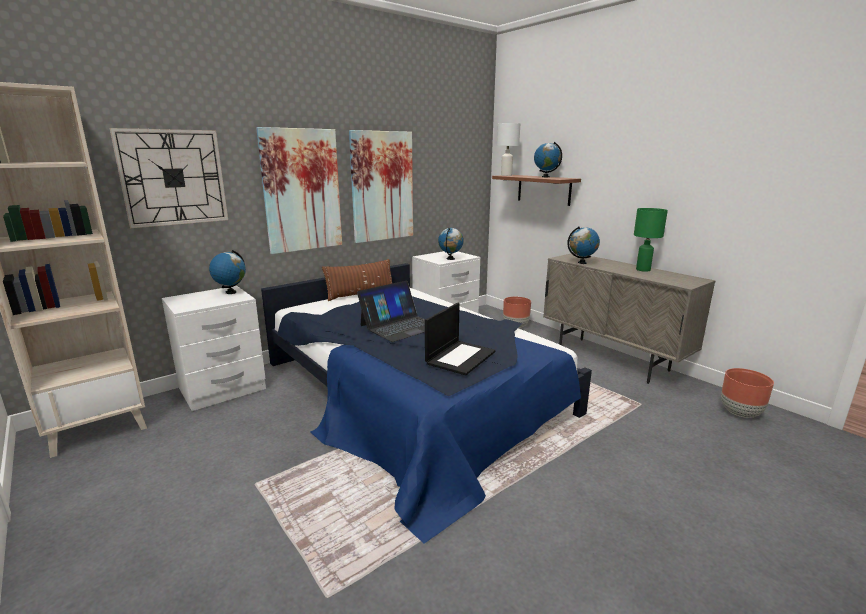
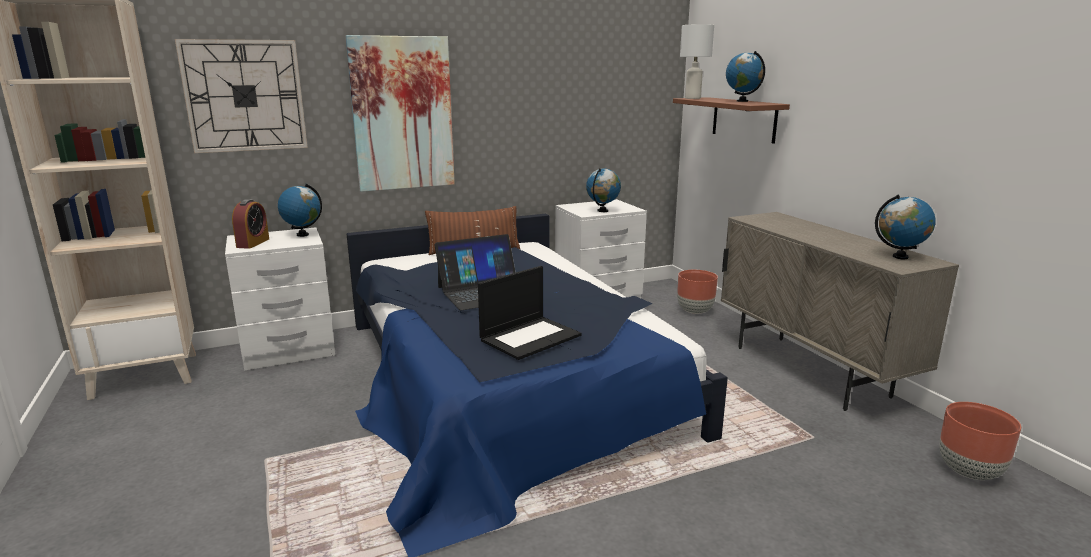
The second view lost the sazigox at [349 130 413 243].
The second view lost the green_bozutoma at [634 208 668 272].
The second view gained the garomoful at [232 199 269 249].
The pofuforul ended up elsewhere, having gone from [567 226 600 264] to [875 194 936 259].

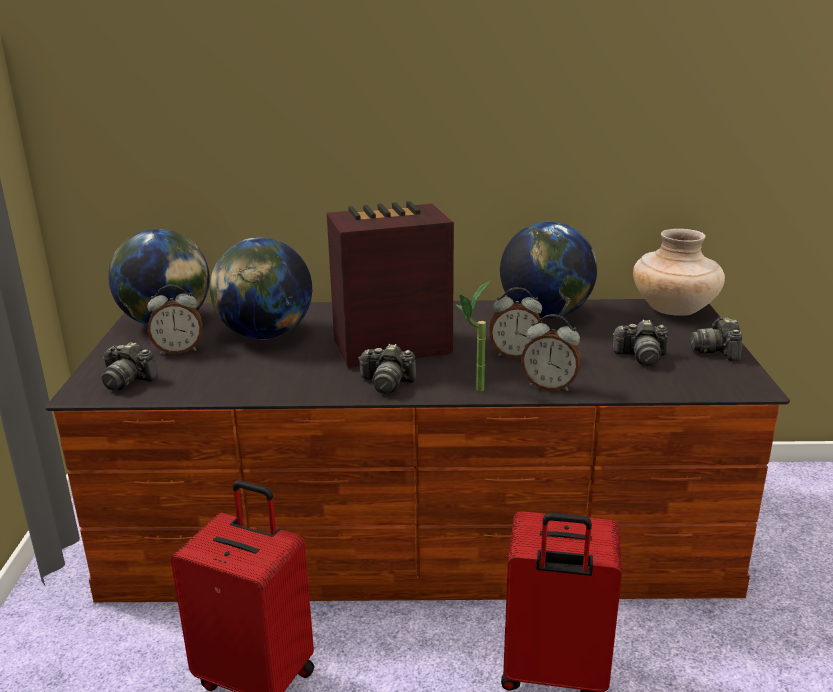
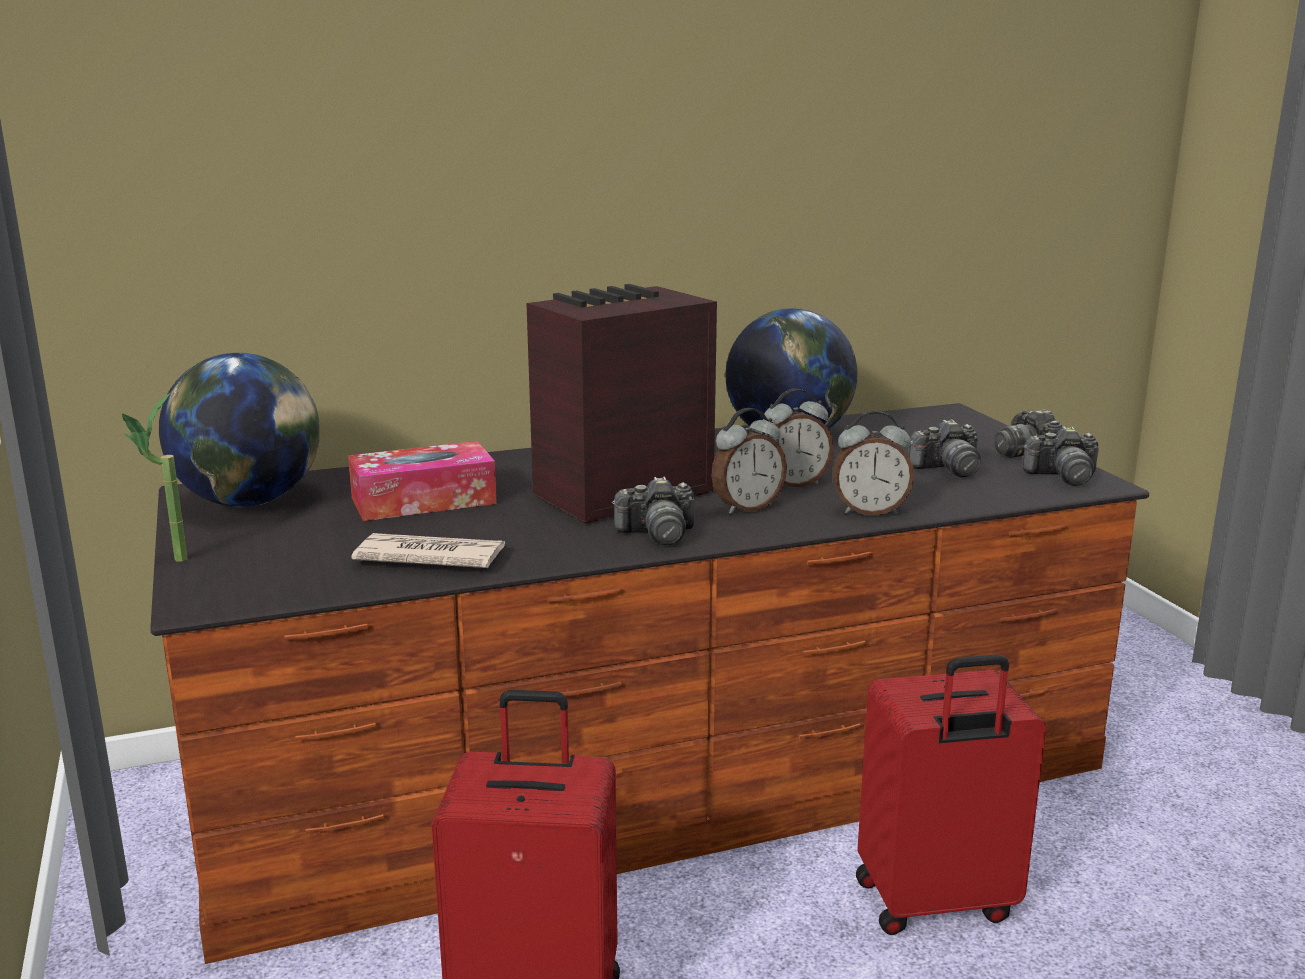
The second view lost the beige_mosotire at [633 229 725 316].
The second view gained the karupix at [352 533 505 568].
The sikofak ended up elsewhere, having gone from [102 342 158 390] to [1023 426 1099 486].
The garomoful ended up elsewhere, having gone from [147 285 202 354] to [711 408 787 514].
The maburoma ended up elsewhere, having gone from [456 281 490 391] to [122 392 187 561].
Where the pofuforul stood at [210 238 312 340], the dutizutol came to stand at [348 441 497 521].

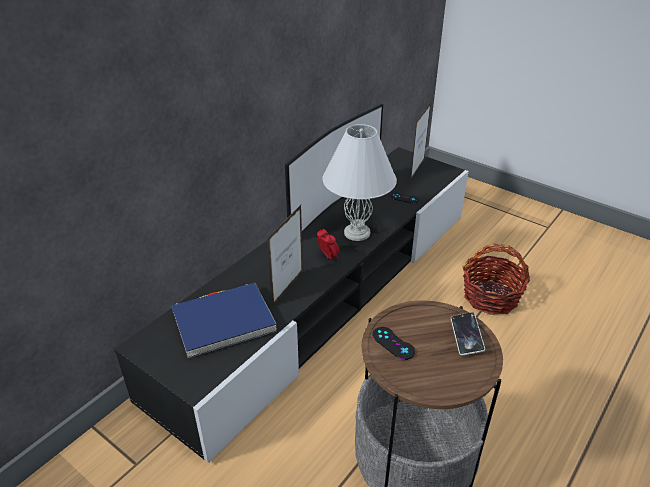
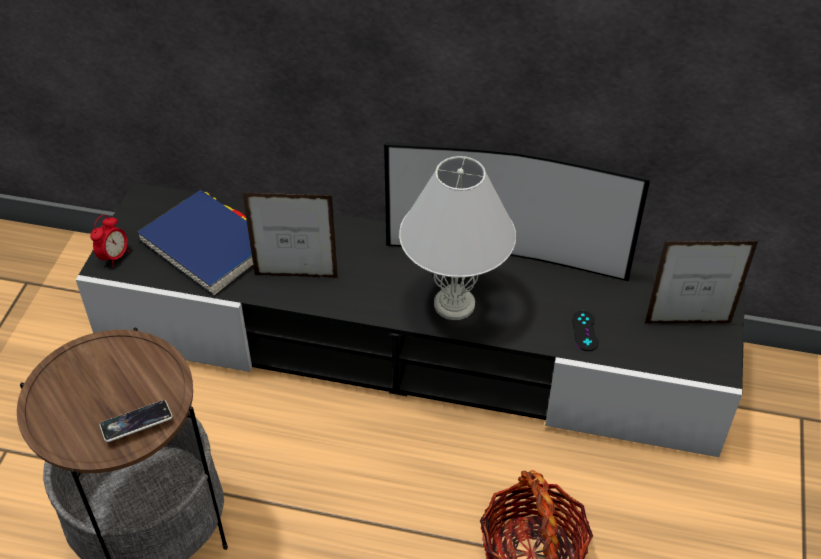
The second view lost the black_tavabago at [372 327 415 360].
The garomoful ended up elsewhere, having gone from [317 228 339 259] to [90 215 129 267].

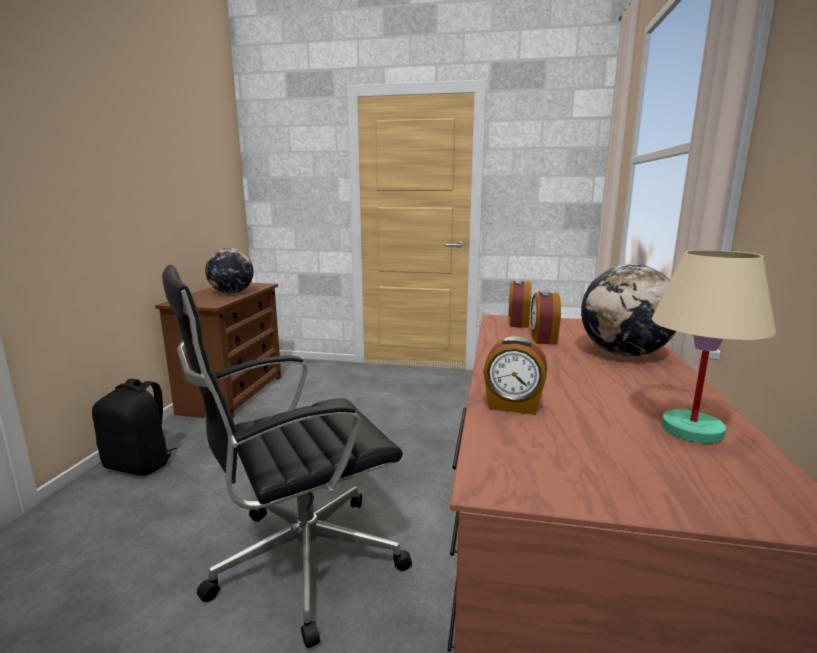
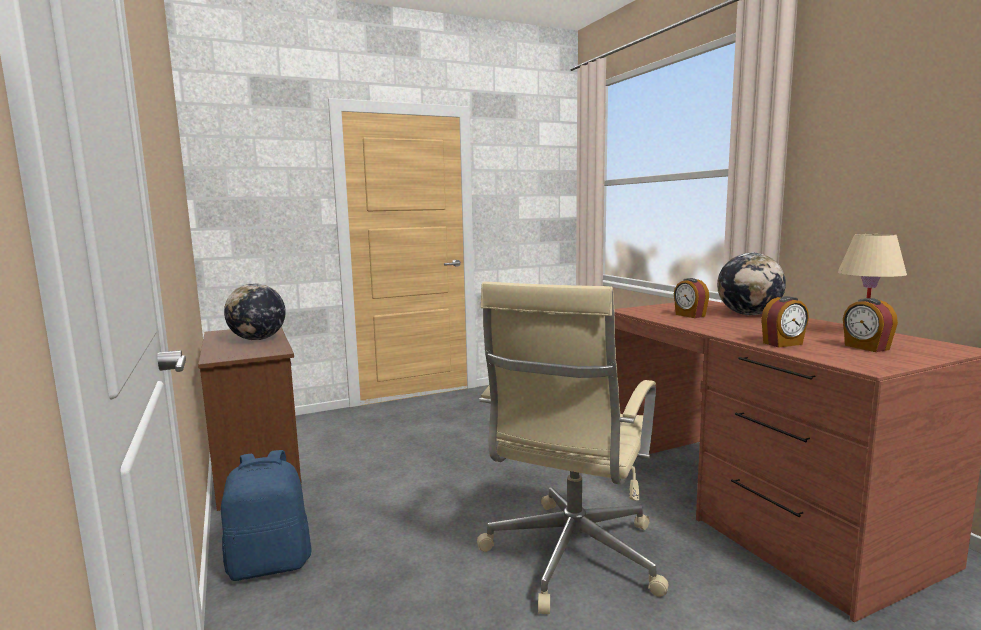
The garomoful ended up elsewhere, having gone from [509 279 531 328] to [843 298 898 352].
What was the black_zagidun at [92 379 177 476] turned into the blue_zagidun at [221 450 312 581].
What was the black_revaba at [162 265 412 648] turned into the beige_revaba at [477 282 668 614].

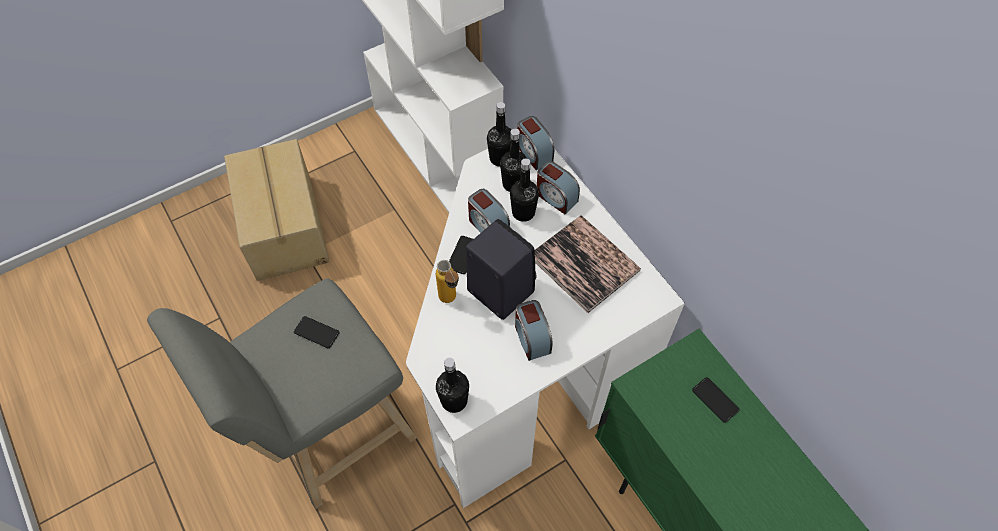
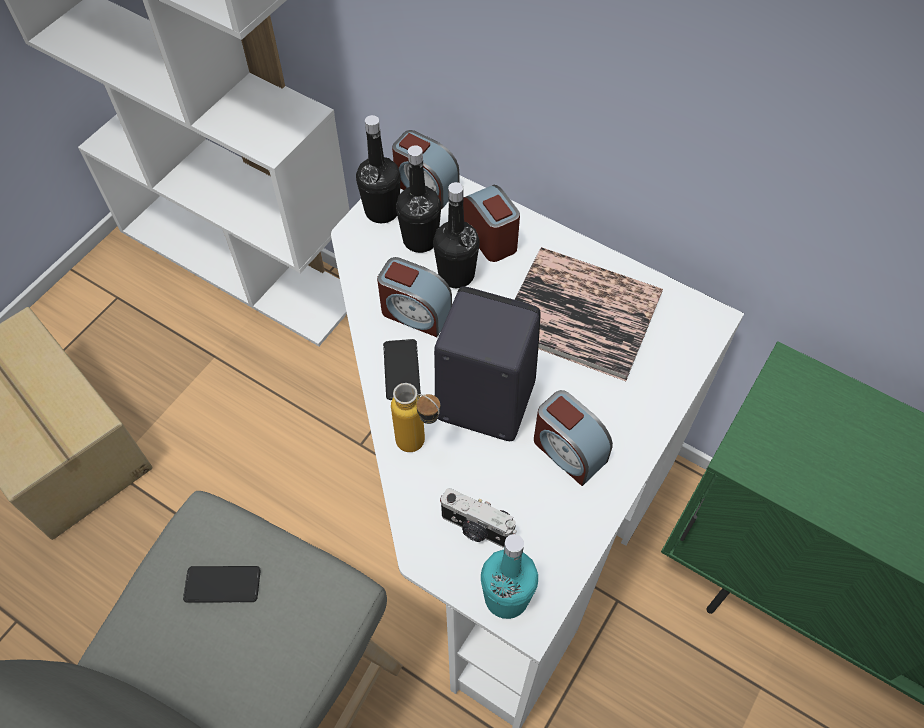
The second view lost the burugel at [692 377 740 423].
The second view gained the sikofak at [440 488 517 548].
What was the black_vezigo at [436 358 469 413] turned into the turquoise_vezigo at [481 534 538 619].
The garomoful at [537 161 580 214] ended up facing another way, 135 degrees counterclockwise from before.

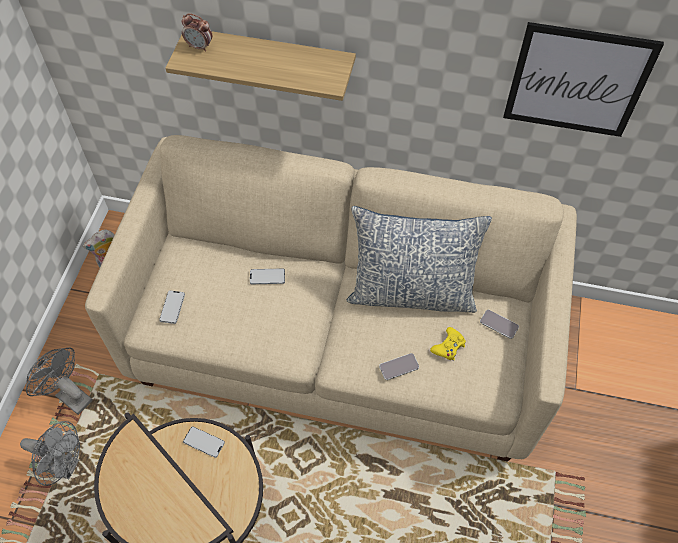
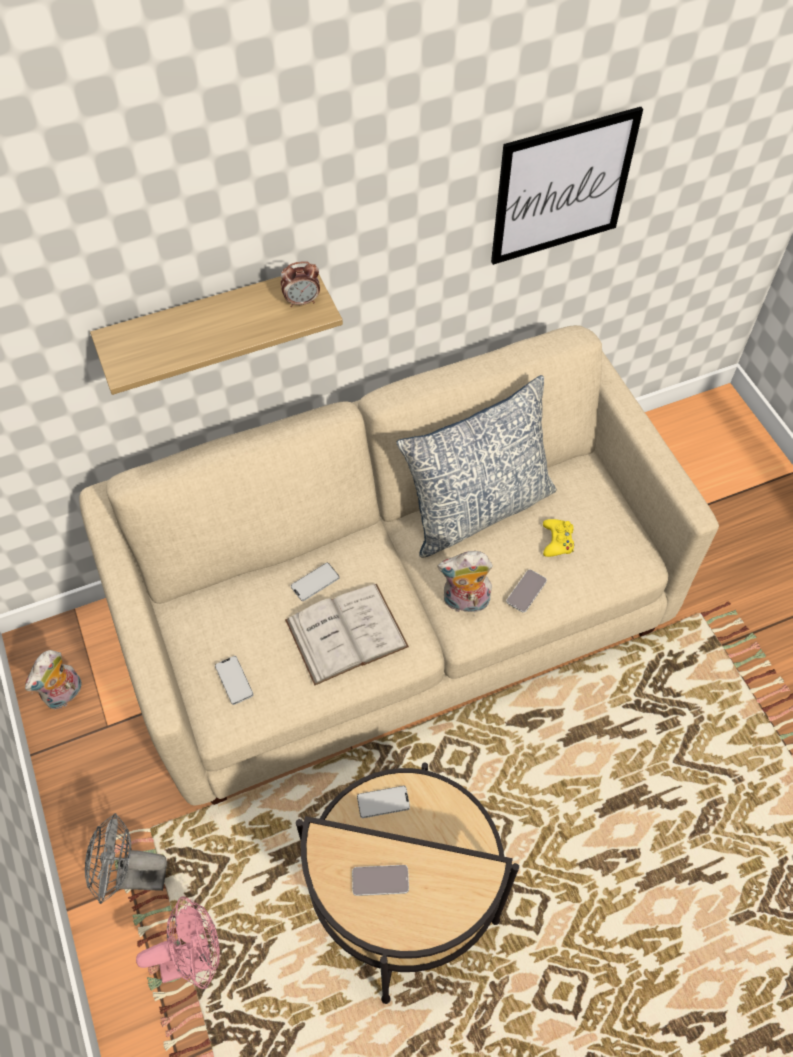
The second view gained the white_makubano at [285 584 409 686].
The second view gained the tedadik at [437 551 493 613].
The garomoful ended up elsewhere, having gone from [182 14 212 52] to [281 262 320 307].
The burugel ended up elsewhere, having gone from [480 310 519 339] to [352 865 409 896].
What was the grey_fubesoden at [20 421 80 486] turned into the pink_fubesoden at [136 896 220 989].

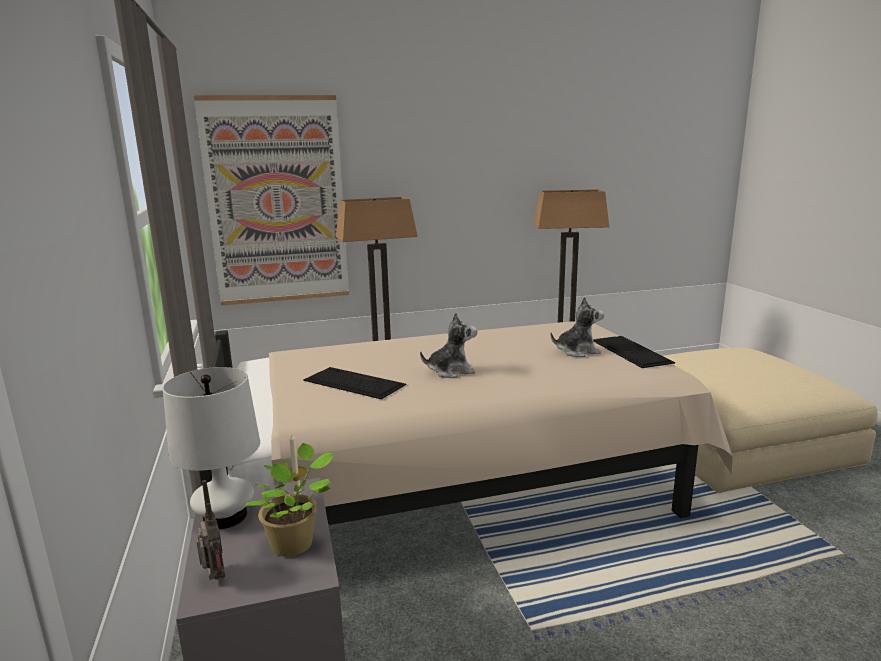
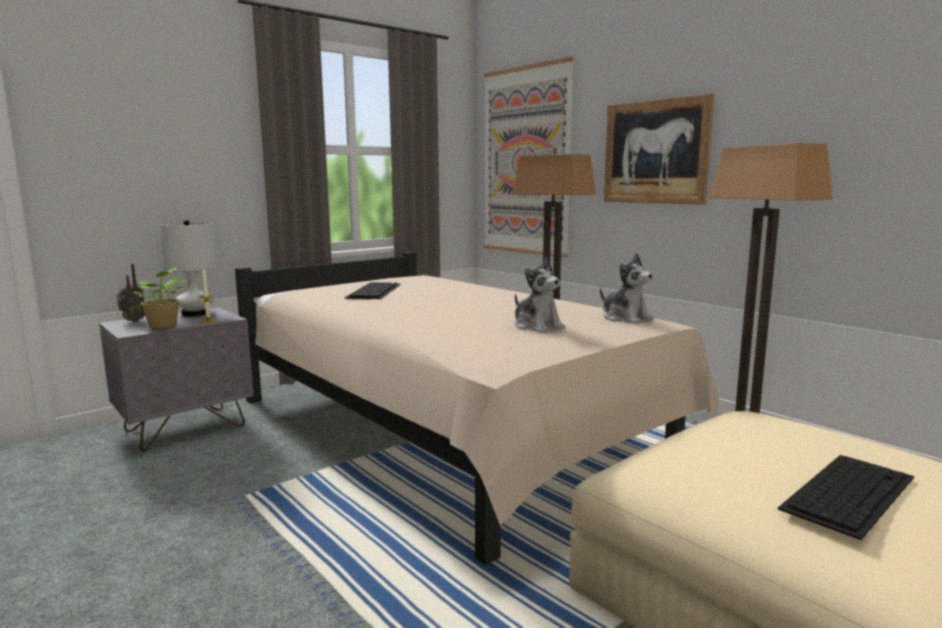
The second view gained the sazigox at [604 93 714 205].
The tedadik ended up elsewhere, having gone from [420 312 478 378] to [600 253 654 324].
The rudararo ended up elsewhere, having gone from [593 336 675 368] to [778 455 914 540].

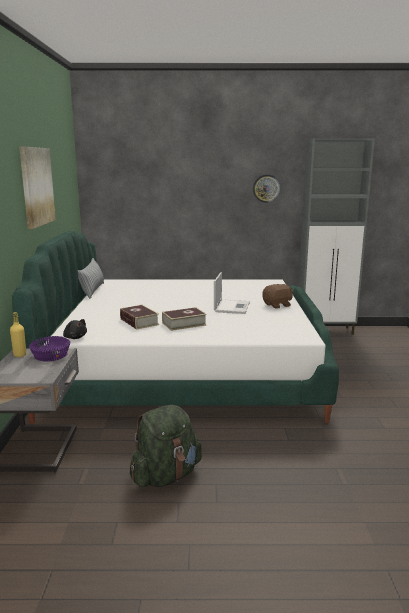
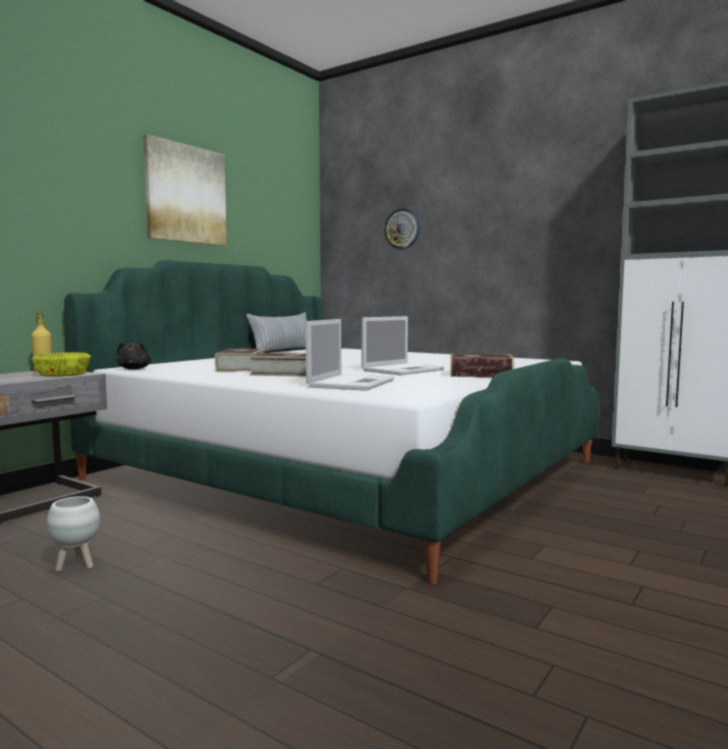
The second view gained the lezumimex at [305 319 394 391].
The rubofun ended up elsewhere, having gone from [253 175 281 203] to [384 208 420 249].
Where the green_zagidun stood at [130 405 202 487], the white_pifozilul came to stand at [47 496 100 572].
Where the brown_tedadik stood at [262 284 293 309], the makubano came to stand at [450 354 514 377].
What was the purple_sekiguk at [29 336 70 362] turned into the yellow_sekiguk at [31 352 91 377].

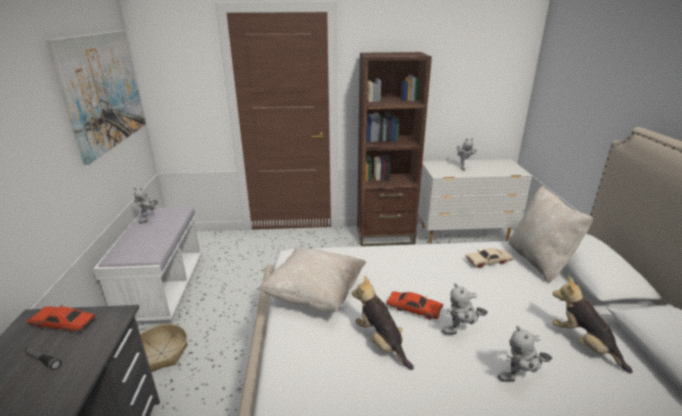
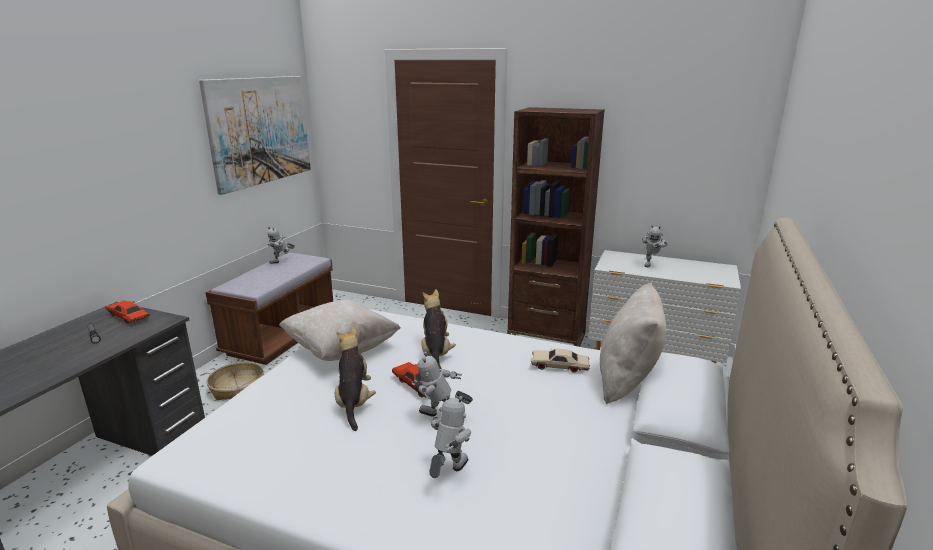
The tedadik ended up elsewhere, having gone from [552 276 633 373] to [421 289 456 369].
What was the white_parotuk at [93 207 202 323] turned into the brown_parotuk at [206 253 333 365].
The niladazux at [498 326 552 382] ended up facing another way, 105 degrees clockwise from before.

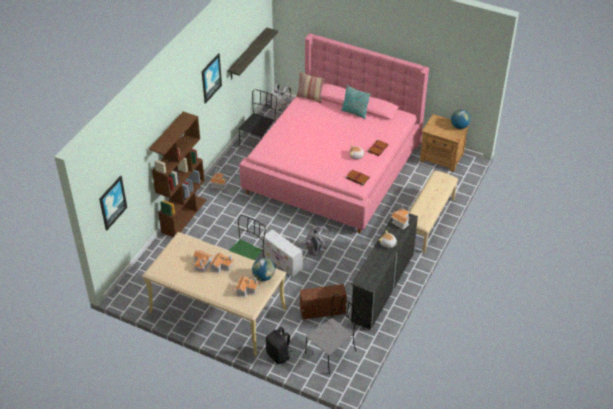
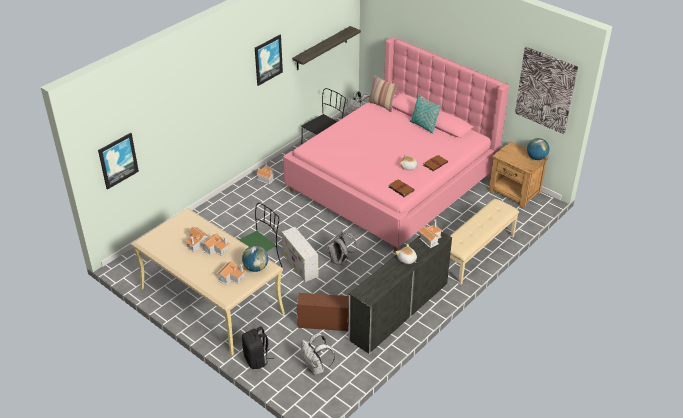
The second view lost the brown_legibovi at [149 112 207 237].
The second view gained the sazigox at [515 47 578 134].
Where the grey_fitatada stood at [305 294 358 374], the white_zagidun came to stand at [301 333 335 375].

